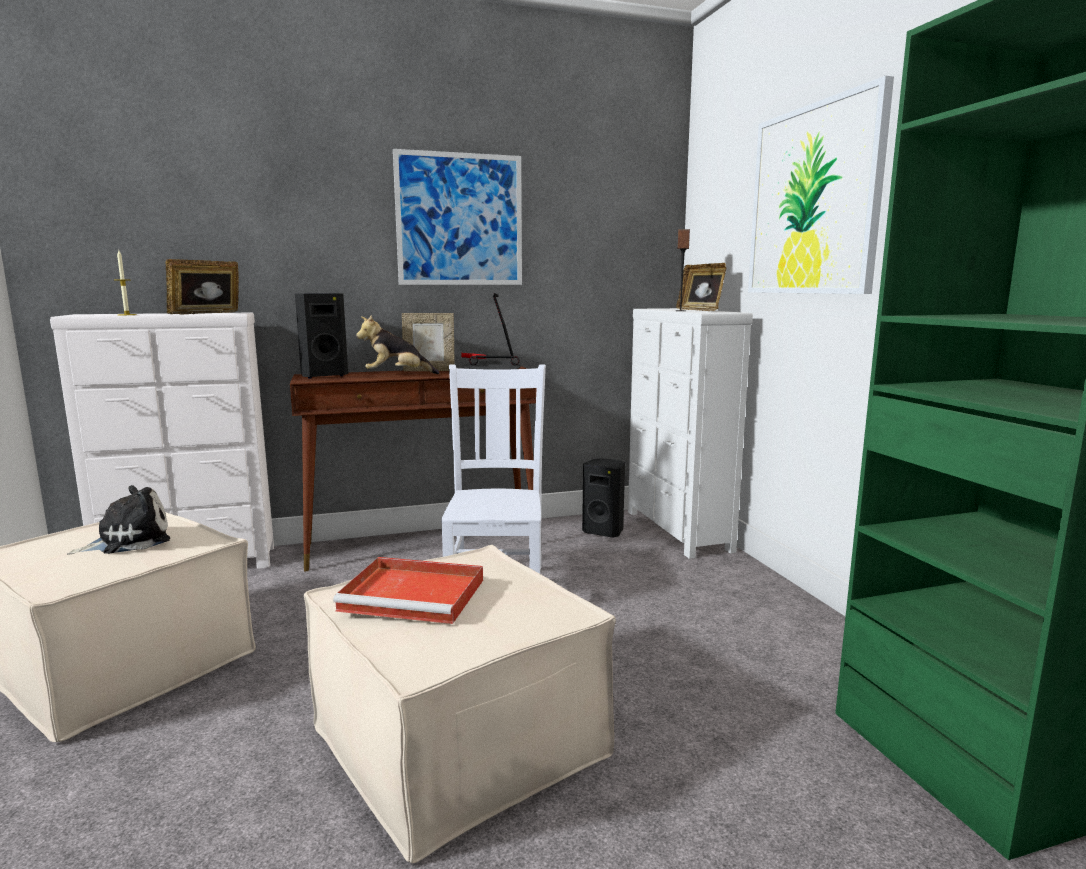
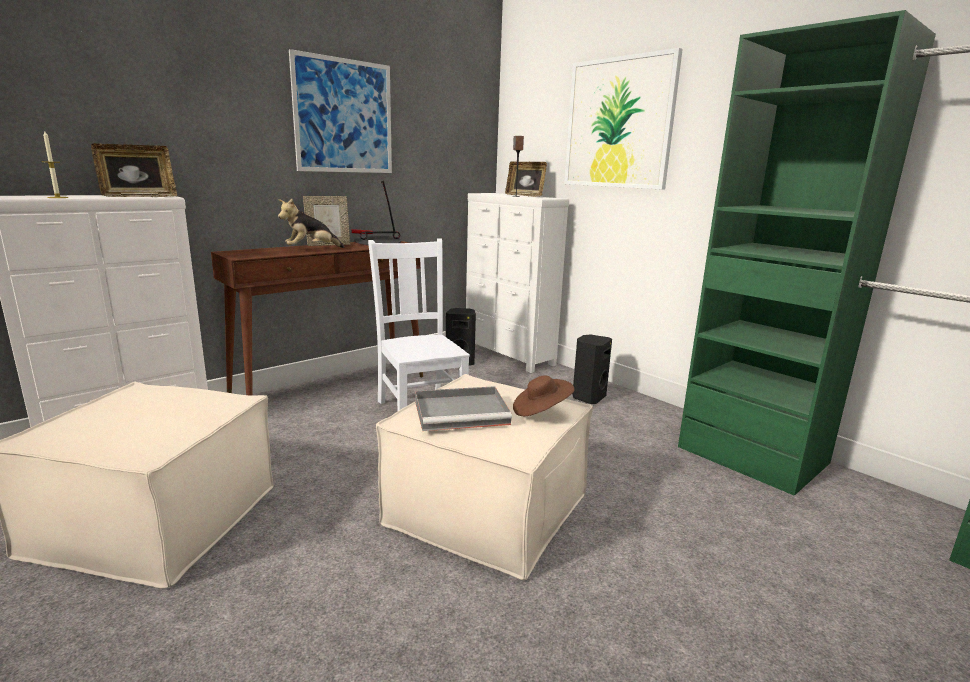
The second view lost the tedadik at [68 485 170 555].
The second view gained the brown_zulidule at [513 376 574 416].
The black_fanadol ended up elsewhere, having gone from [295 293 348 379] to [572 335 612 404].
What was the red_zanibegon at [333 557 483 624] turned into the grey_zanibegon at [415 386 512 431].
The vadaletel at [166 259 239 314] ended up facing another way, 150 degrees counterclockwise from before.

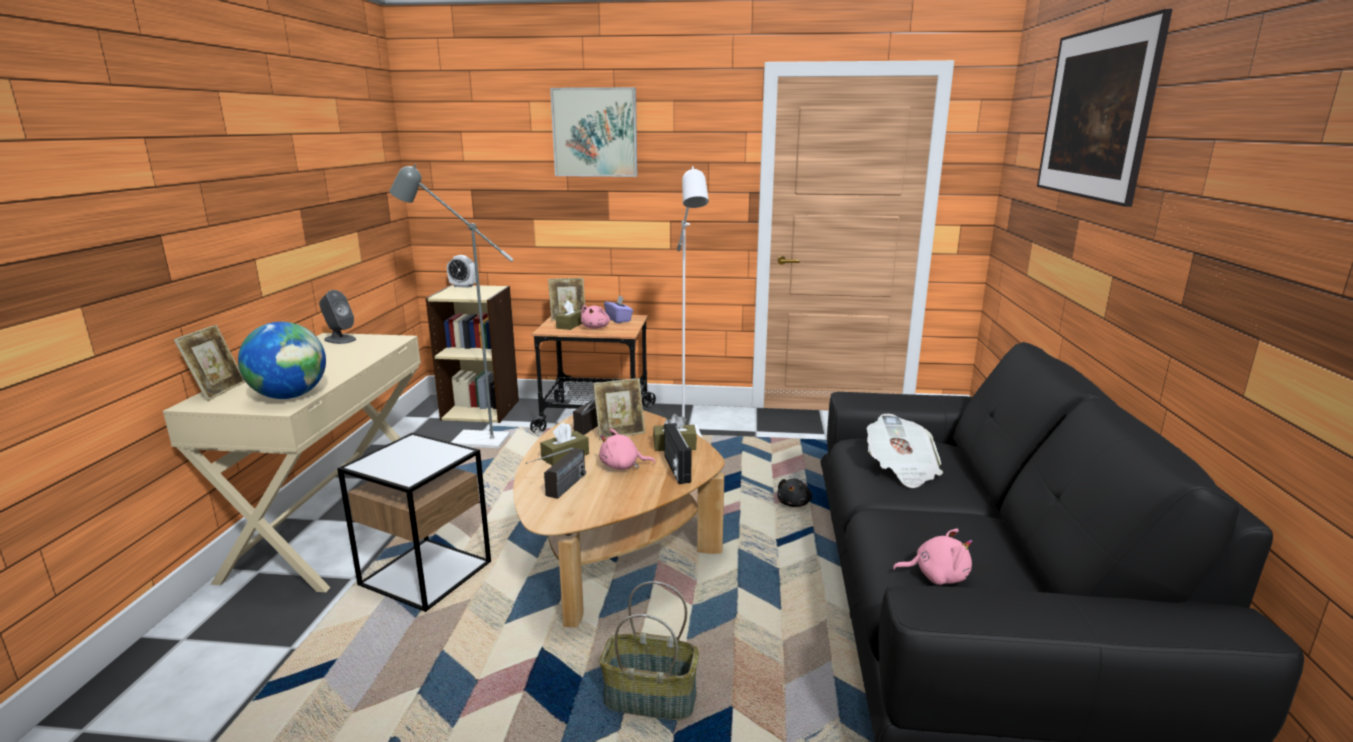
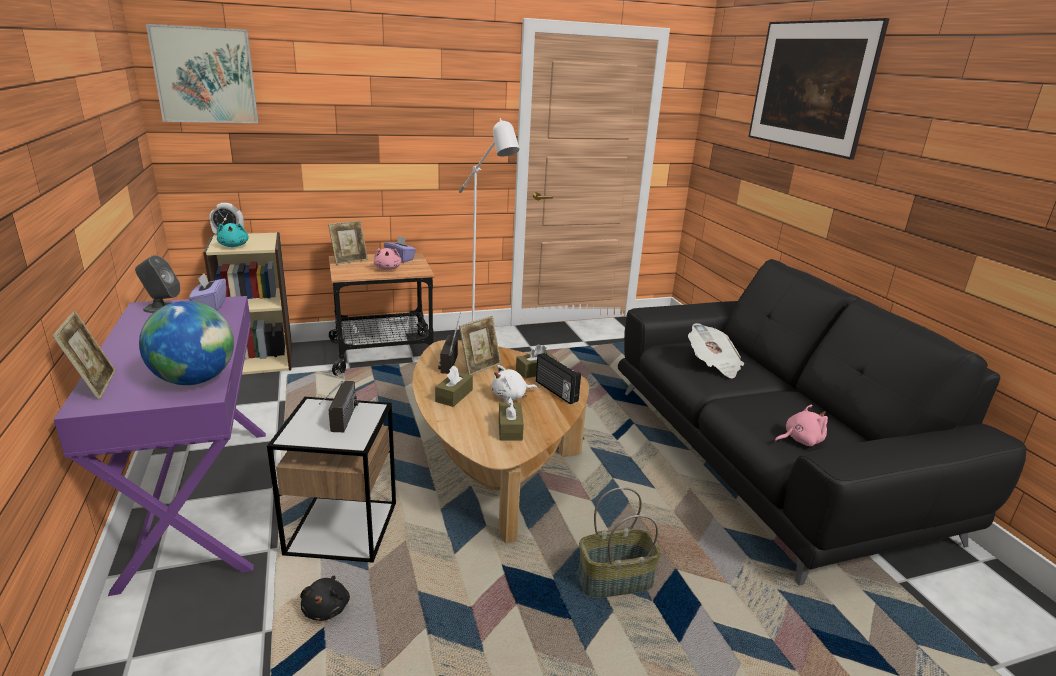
The second view lost the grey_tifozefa at [389 164 514 448].
The second view gained the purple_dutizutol at [189 273 226 311].
The second view gained the turquoise_tedadik at [217 223 249 247].
The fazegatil ended up elsewhere, having gone from [526 447 586 499] to [319 381 358 432].
The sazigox ended up elsewhere, having gone from [550 87 637 177] to [146 24 258 123].
The brown_dutizutol ended up elsewhere, having gone from [556 300 582 330] to [499 397 524 441].
The black_tedadik ended up elsewhere, having gone from [777 478 812 507] to [300 576 350 621].
What was the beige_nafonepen at [163 333 421 592] turned into the purple_nafonepen at [54 296 266 596].
What was the pink_tedadik at [599 428 655 470] turned into the white_tedadik at [492 365 538 400].

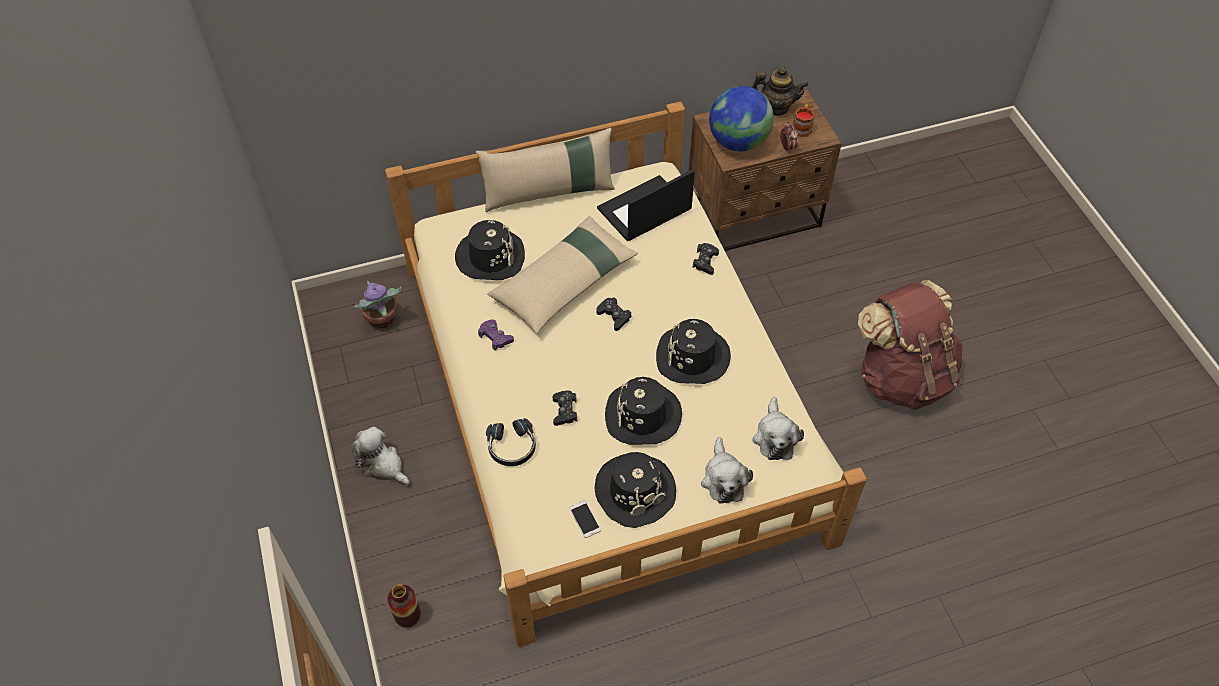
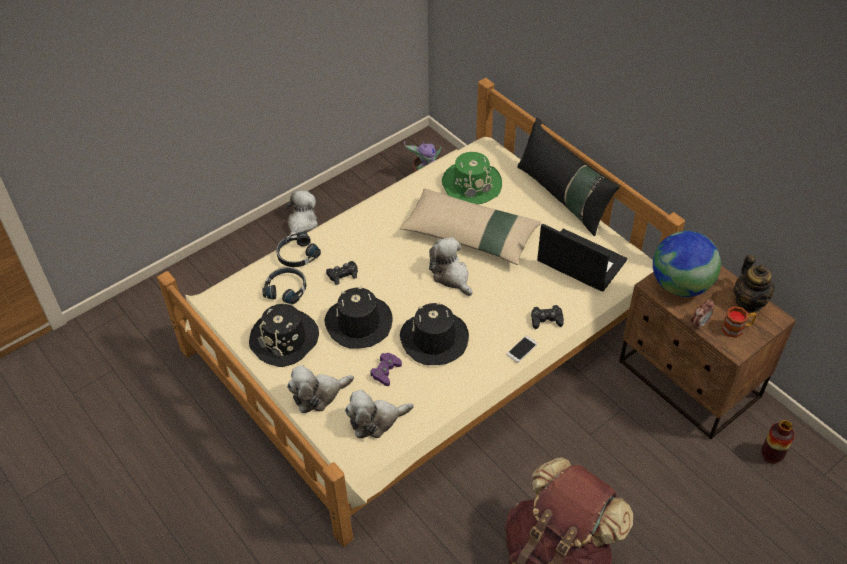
The second view gained the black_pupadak at [262 267 306 305].
The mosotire ended up elsewhere, having gone from [387 584 421 627] to [761 420 795 464].
The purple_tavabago ended up elsewhere, having gone from [478 319 514 351] to [370 353 402 386].
The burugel ended up elsewhere, having gone from [569 500 601 538] to [507 336 538 362].
Where the black_tavabago stood at [596 297 631 331], the tedadik came to stand at [429 237 472 296].
What was the black_zulidule at [455 220 525 280] turned into the green_zulidule at [442 152 502 204].
What was the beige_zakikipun at [476 128 615 212] turned into the black_zakikipun at [517 118 620 236].

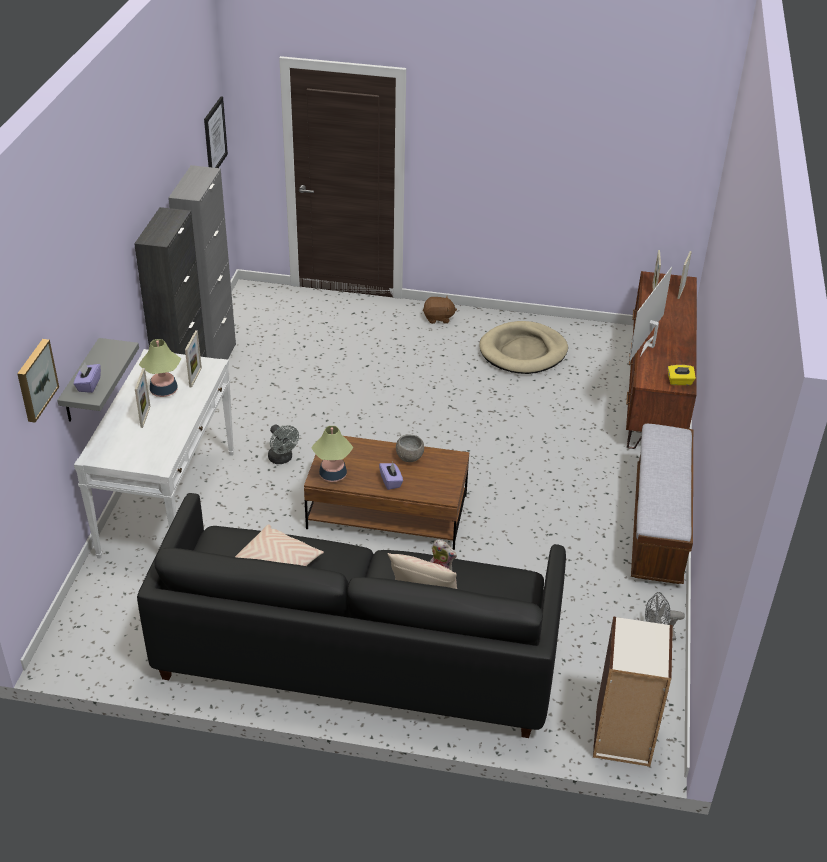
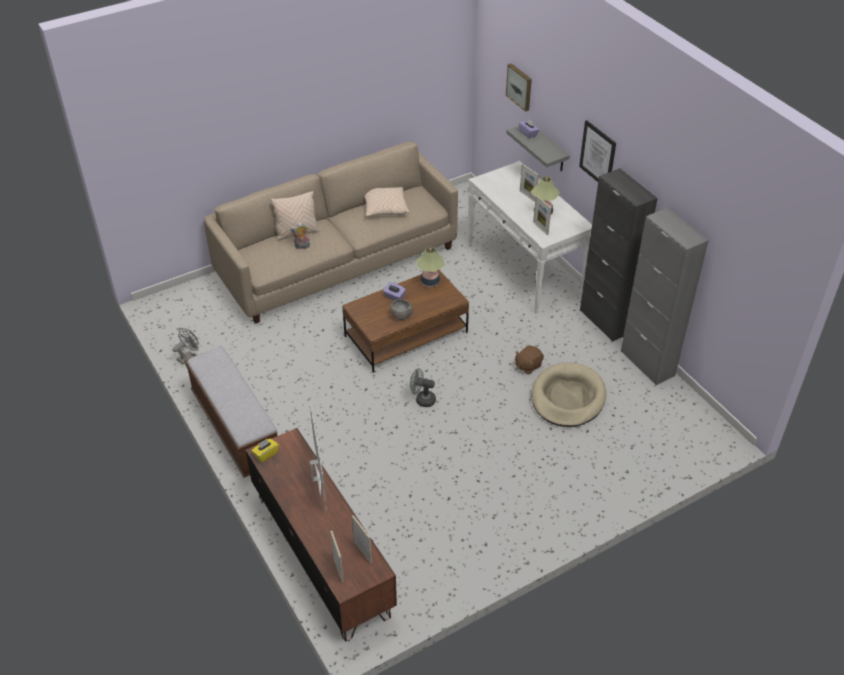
The second view lost the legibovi at [593 616 673 767].
The sazigox ended up elsewhere, having gone from [204 97 228 168] to [579 120 616 182].
The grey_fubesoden ended up elsewhere, having gone from [268 425 299 464] to [410 368 436 407].
The brown_tedadik ended up elsewhere, having gone from [423 296 457 324] to [515 345 544 375].
The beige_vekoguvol ended up elsewhere, having gone from [479 321 568 374] to [531 362 606 427].
What was the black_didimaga at [137 493 566 738] turned into the beige_didimaga at [204 142 458 324].

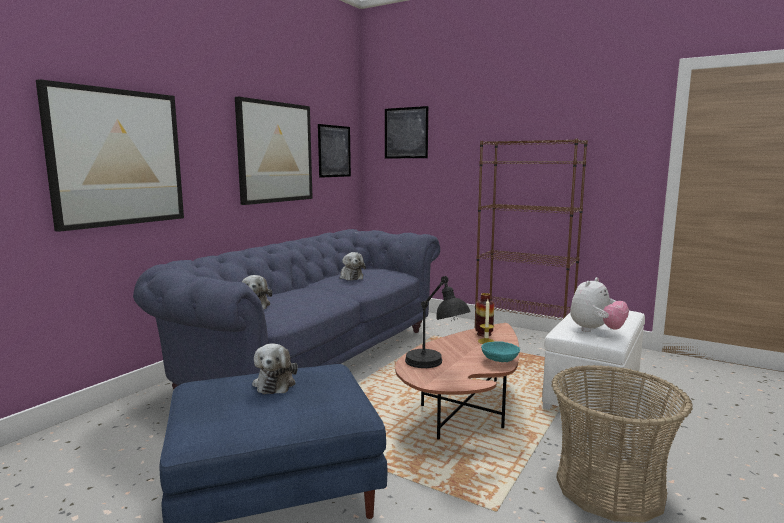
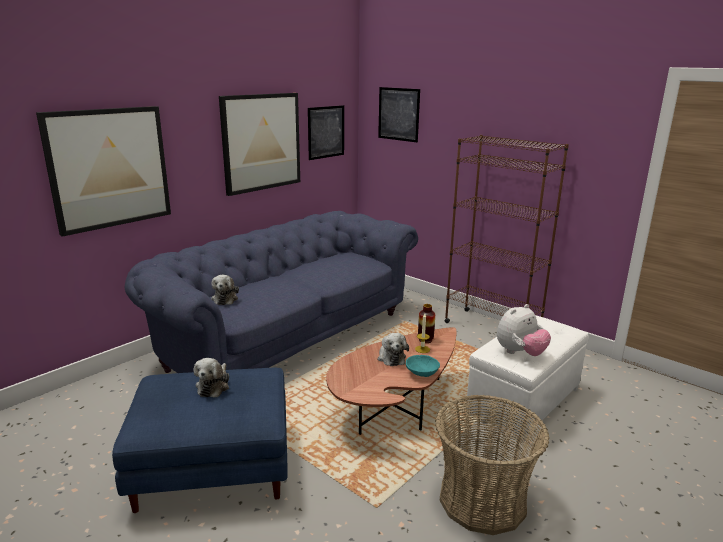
The second view lost the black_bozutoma at [405 276 470 368].
The tedadik ended up elsewhere, having gone from [340 252 366 280] to [378 333 409 366].

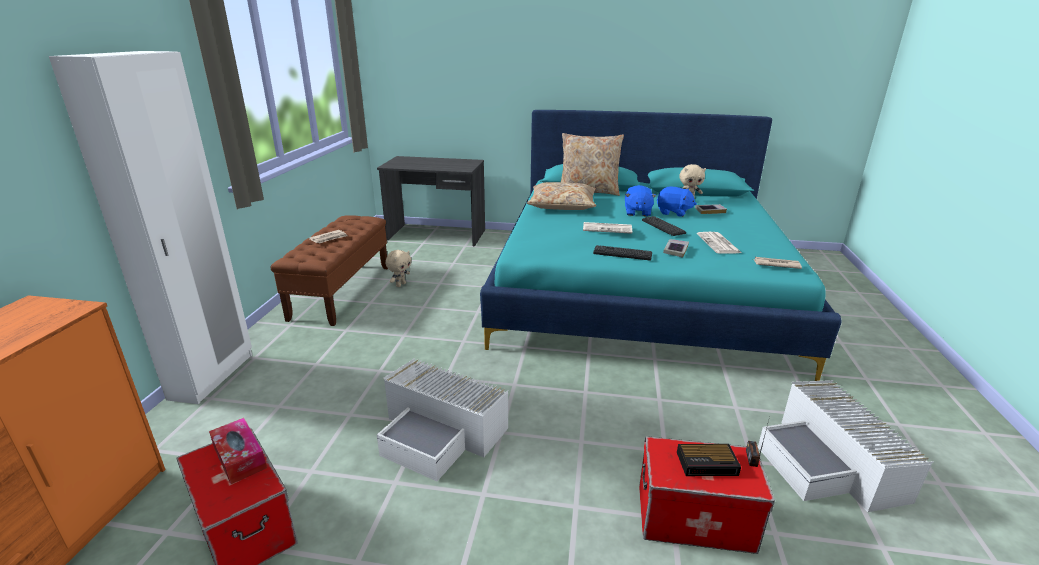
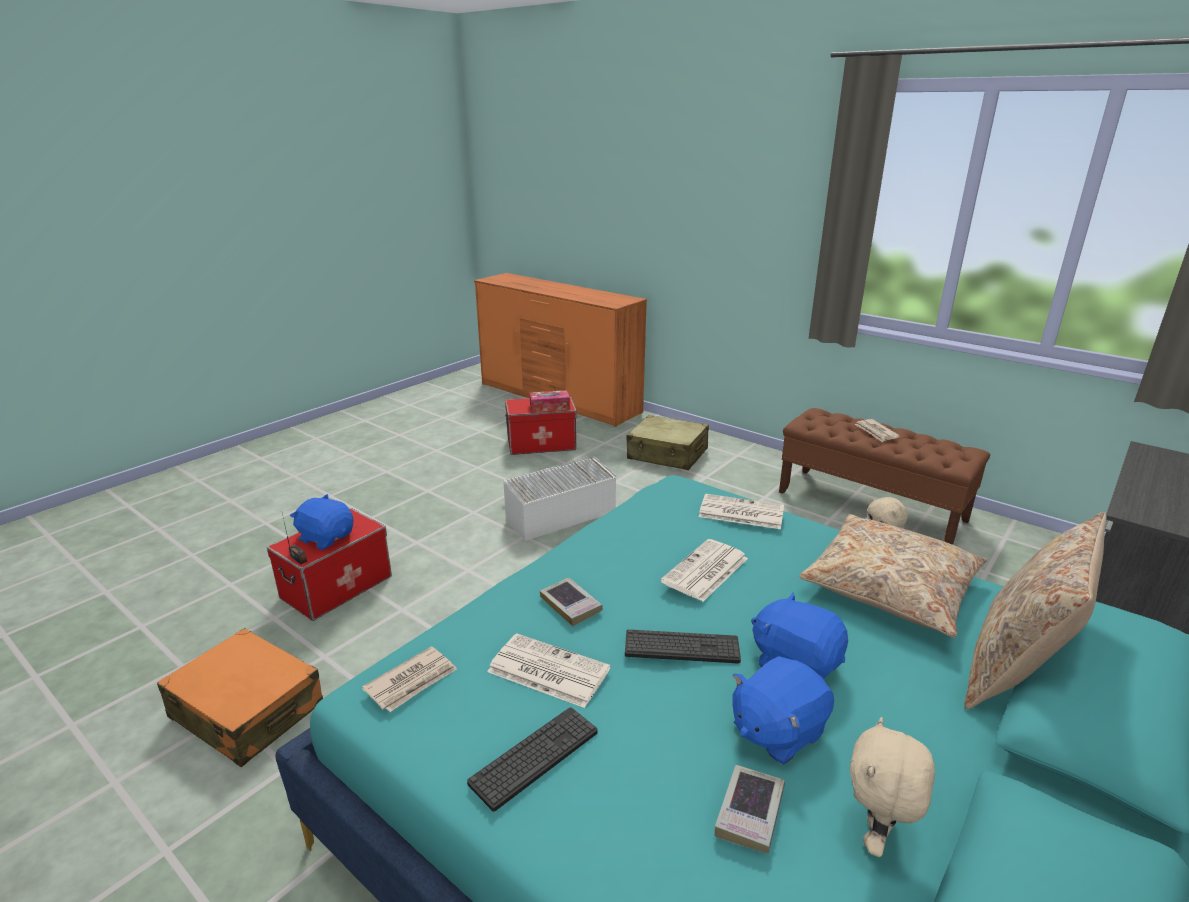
The second view lost the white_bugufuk at [49 51 252 404].
The second view gained the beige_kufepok at [626 415 709 470].
The second view gained the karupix at [699 494 784 529].
The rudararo ended up elsewhere, having gone from [593 245 652 260] to [467 707 598 812].
Where the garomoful stood at [677 444 741 476], the blue_tedadik came to stand at [290 494 353 550].
Where the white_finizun stood at [758 380 933 512], the orange_kufepok came to stand at [157 628 323 767].

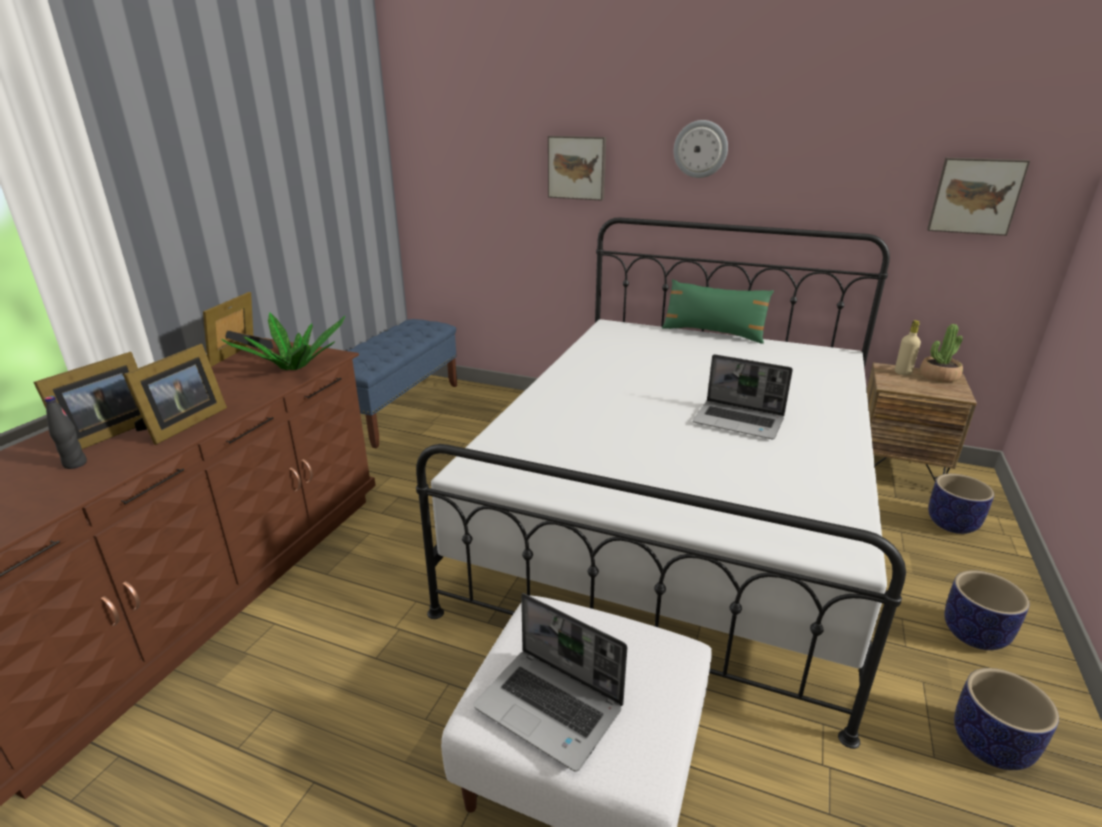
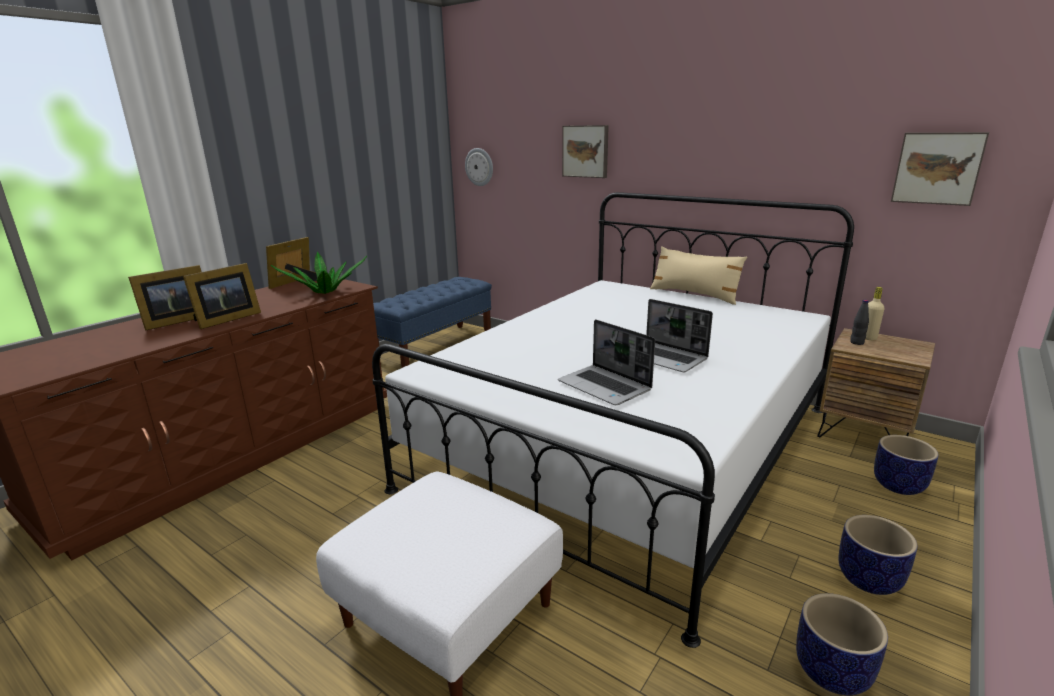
The second view lost the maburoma at [920 324 963 383].
The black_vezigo ended up elsewhere, having gone from [44 396 87 469] to [850 300 869 345].
The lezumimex ended up elsewhere, having gone from [473 593 628 772] to [558 319 655 405].
The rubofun ended up elsewhere, having gone from [674 120 728 178] to [465 148 493 186].
What was the green_zakikipun at [662 279 774 344] turned into the beige_zakikipun at [650 246 747 305].

